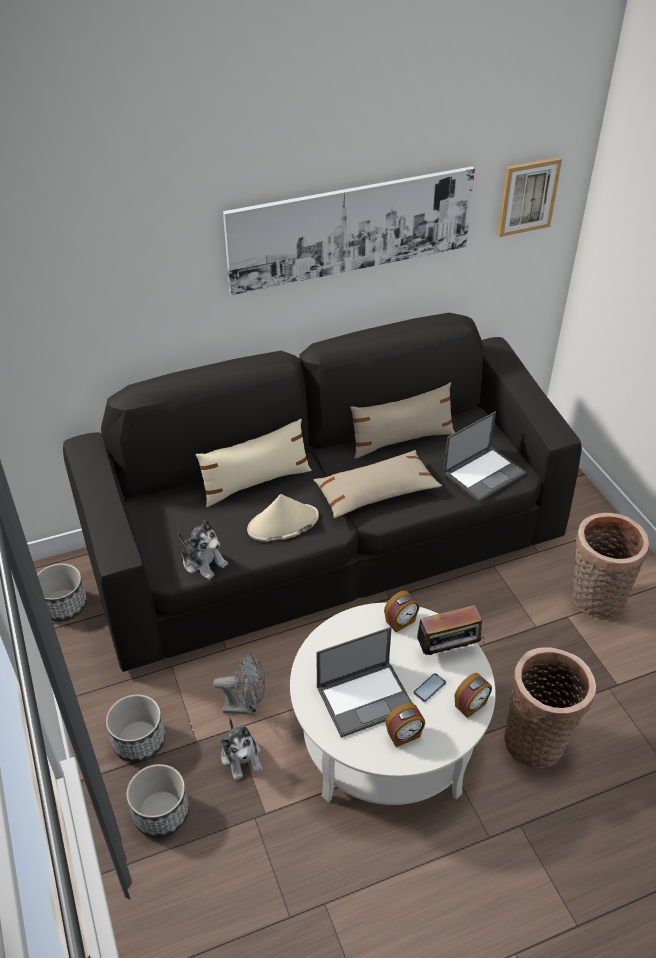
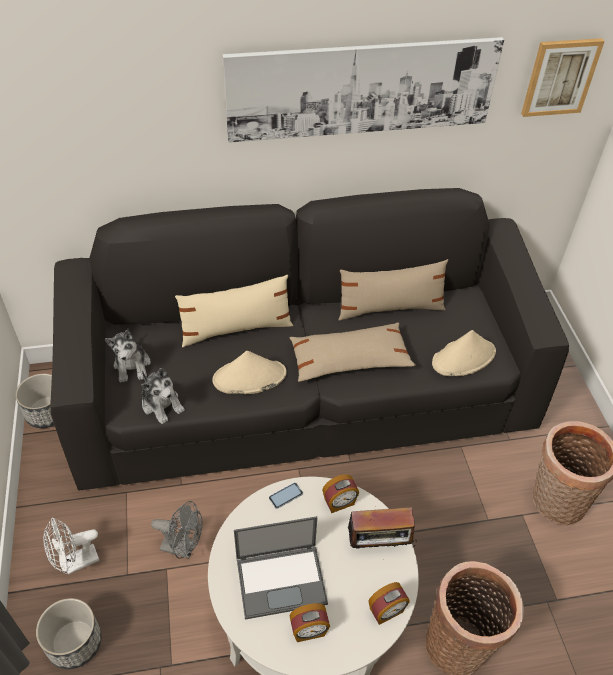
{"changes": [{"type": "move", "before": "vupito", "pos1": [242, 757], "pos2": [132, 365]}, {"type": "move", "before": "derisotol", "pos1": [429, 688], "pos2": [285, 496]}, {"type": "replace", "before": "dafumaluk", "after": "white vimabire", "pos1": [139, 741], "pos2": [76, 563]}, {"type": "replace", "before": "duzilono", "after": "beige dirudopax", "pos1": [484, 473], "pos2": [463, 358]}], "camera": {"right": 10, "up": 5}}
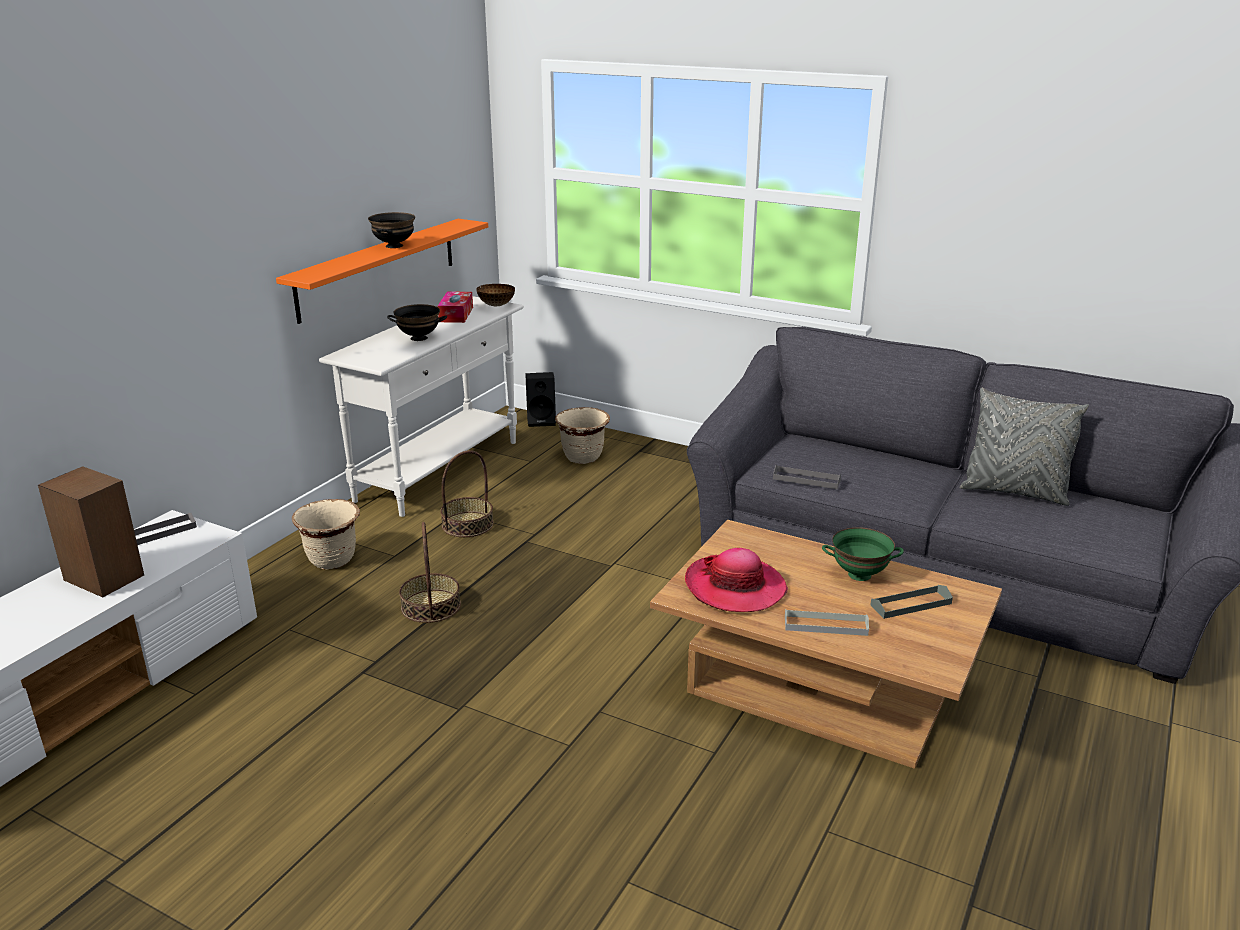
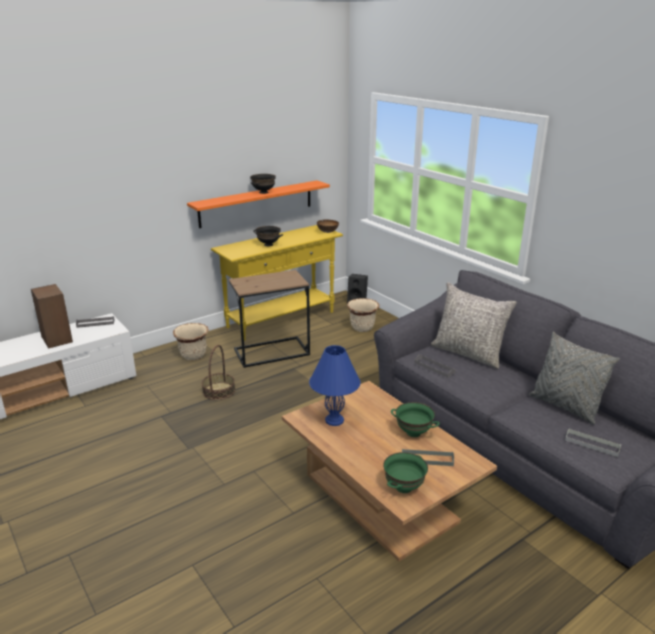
{"changes": [{"type": "delete", "before": "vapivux", "pos1": [456, 314]}, {"type": "insert", "after": "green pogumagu", "pos2": [404, 488]}, {"type": "insert", "after": "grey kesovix", "pos2": [468, 353]}, {"type": "move", "before": "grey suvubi", "pos1": [825, 625], "pos2": [592, 444]}, {"type": "replace", "before": "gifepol", "after": "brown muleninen", "pos1": [467, 524], "pos2": [271, 352]}, {"type": "replace", "before": "dirudopax", "after": "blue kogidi", "pos1": [735, 587], "pos2": [334, 420]}, {"type": "recolor", "before": "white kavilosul", "after": "yellow kavilosul", "pos1": [439, 470], "pos2": [281, 319]}], "camera": {"right": 25, "up": 0}}
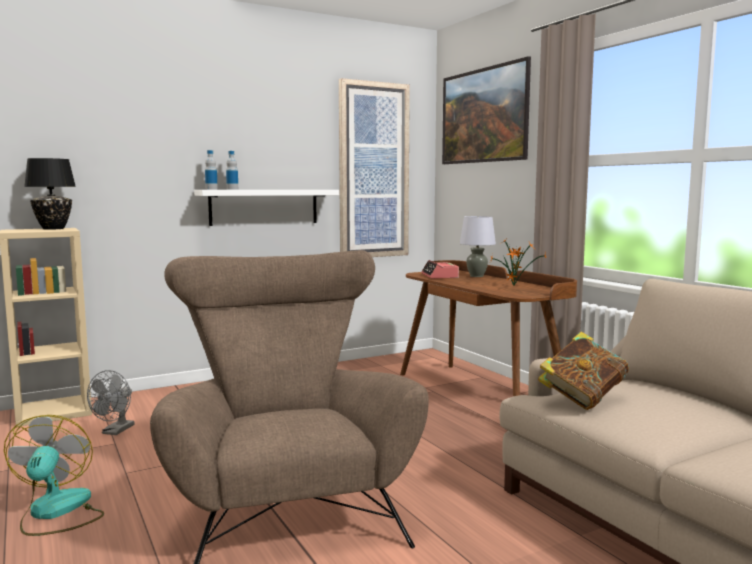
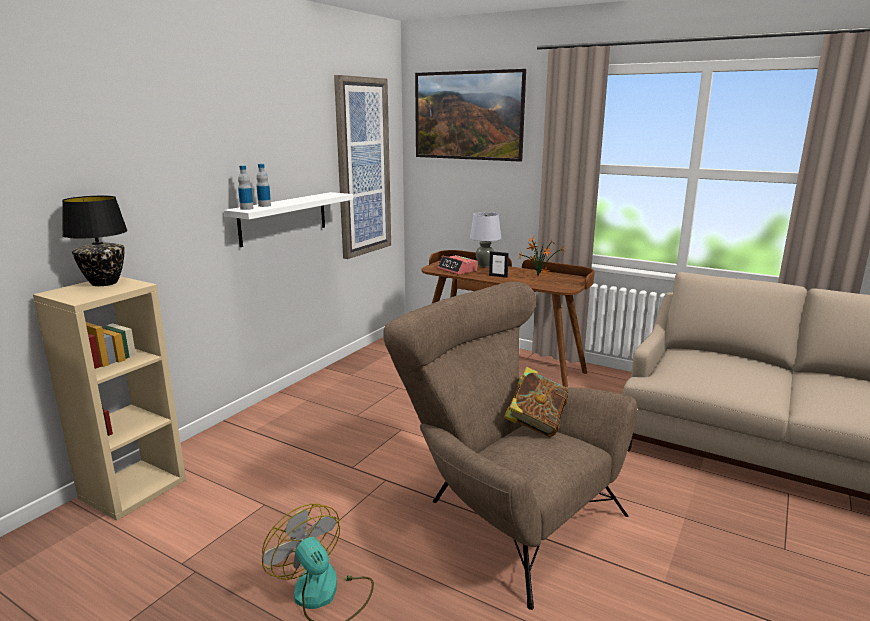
{"changes": [{"type": "delete", "before": "grey vimabire", "pos1": [115, 431]}, {"type": "insert", "after": "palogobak", "pos2": [498, 276]}, {"type": "move", "before": "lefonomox", "pos1": [582, 399], "pos2": [535, 424]}], "camera": {"right": -30, "up": 10}}
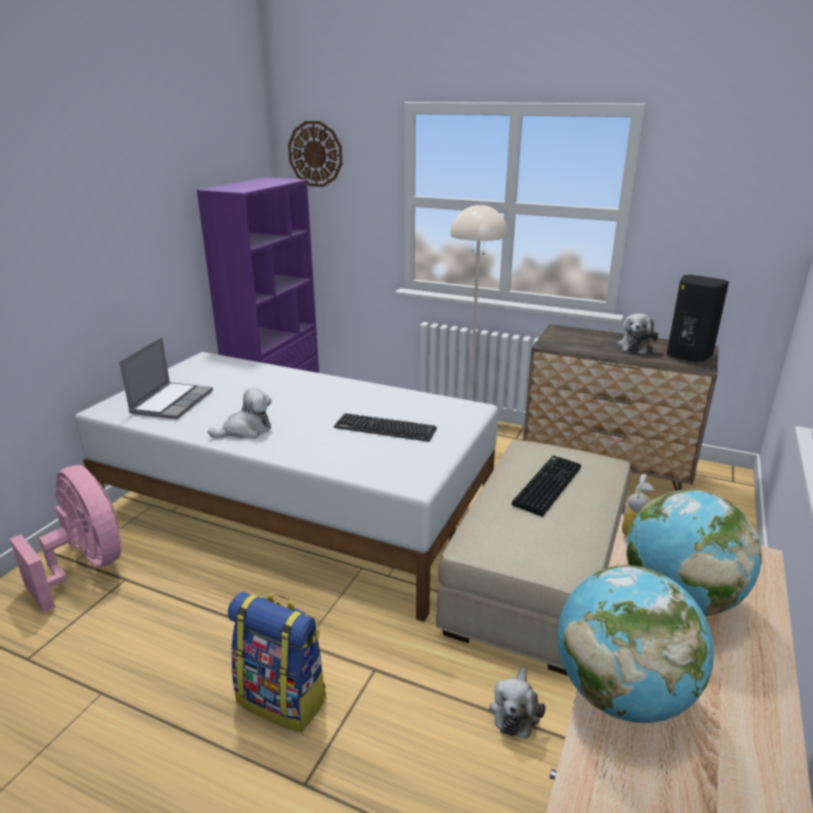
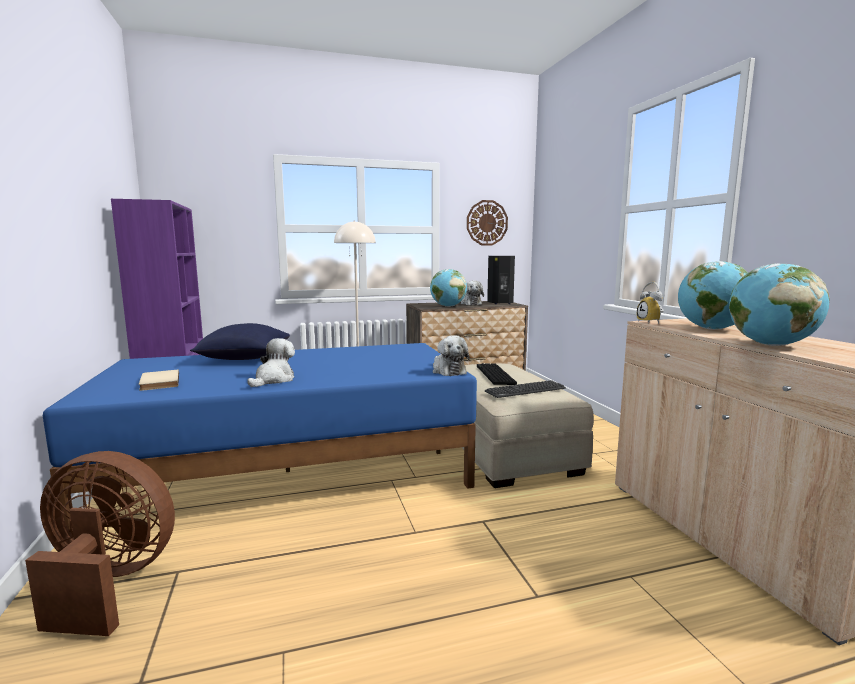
{"changes": [{"type": "delete", "before": "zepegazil", "pos1": [283, 699]}, {"type": "insert", "after": "blue kesovix", "pos2": [244, 358]}, {"type": "insert", "after": "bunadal", "pos2": [448, 306]}, {"type": "move", "before": "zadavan", "pos1": [315, 154], "pos2": [487, 223]}, {"type": "move", "before": "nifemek", "pos1": [385, 428], "pos2": [525, 390]}, {"type": "move", "before": "vupito", "pos1": [515, 711], "pos2": [448, 371]}, {"type": "replace", "before": "duzilono", "after": "beige lefonomox", "pos1": [172, 402], "pos2": [158, 382]}, {"type": "recolor", "before": "pink vimabire", "after": "brown vimabire", "pos1": [86, 566], "pos2": [108, 583]}, {"type": "recolor", "before": "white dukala", "after": "blue dukala", "pos1": [297, 510], "pos2": [289, 470]}], "camera": {"right": -40, "up": -15}}
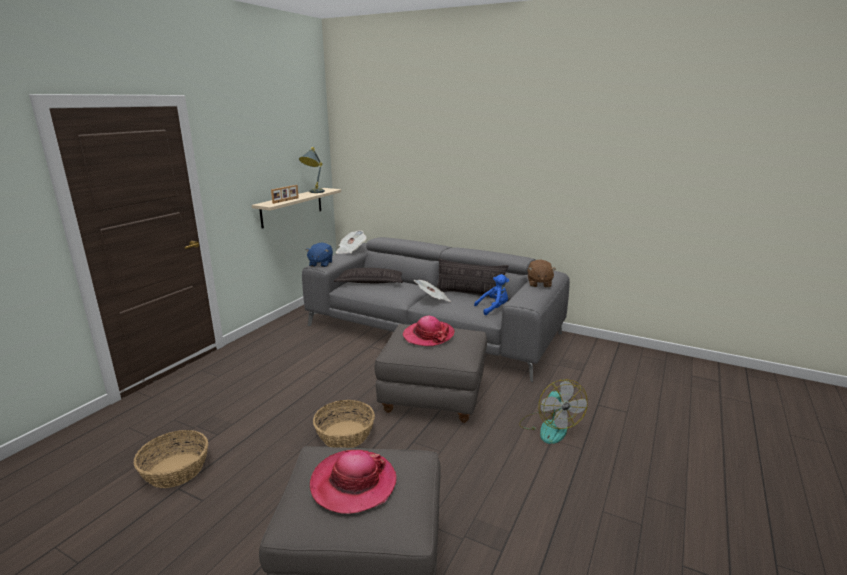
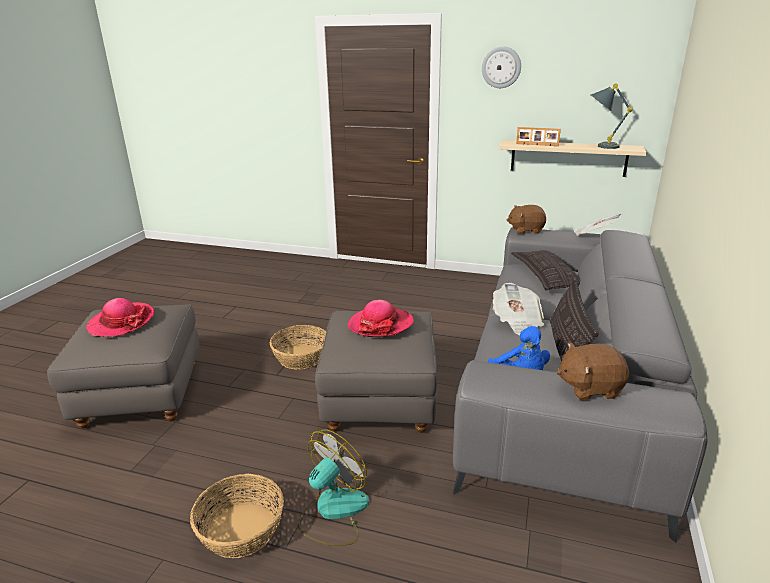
{"changes": [{"type": "insert", "after": "zadavan", "pos2": [501, 67]}, {"type": "move", "before": "gifepol", "pos1": [175, 470], "pos2": [242, 529]}, {"type": "recolor", "before": "blue vupito", "after": "brown vupito", "pos1": [320, 264], "pos2": [525, 230]}, {"type": "rotate", "before": "vimabire", "pos1": [549, 427], "pos2": [333, 511], "turn": 150}], "camera": {"right": 80, "up": 5}}
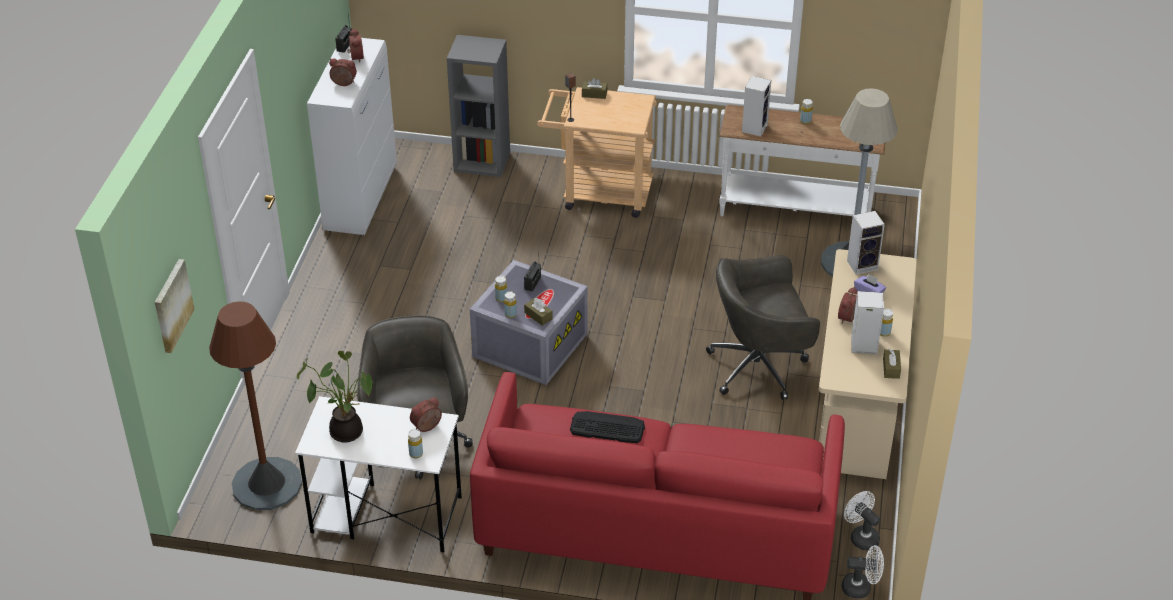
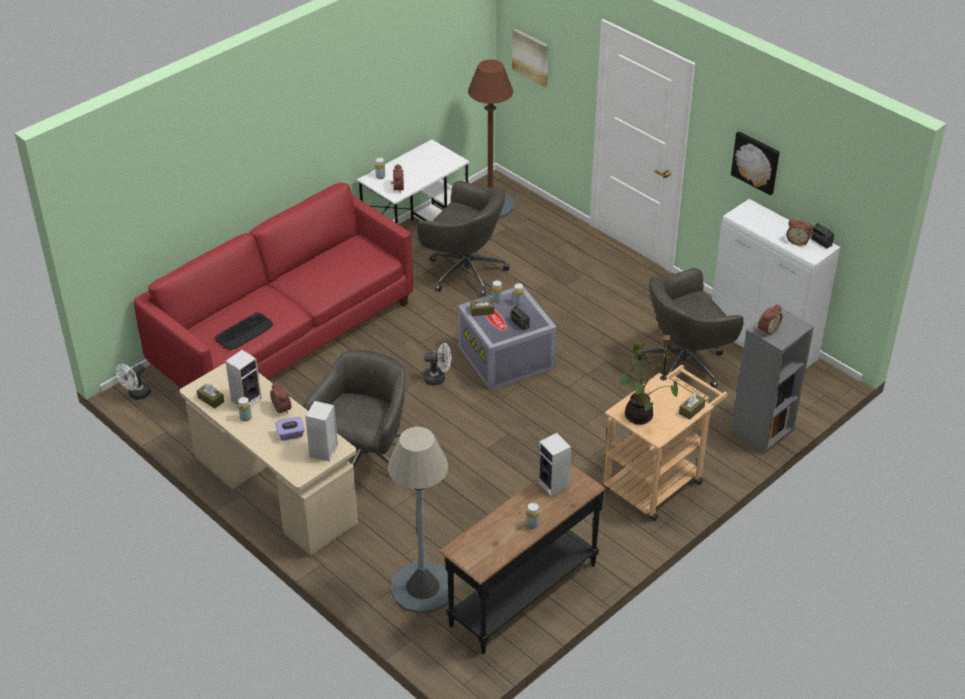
{"changes": [{"type": "insert", "after": "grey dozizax", "pos2": [685, 364]}, {"type": "insert", "after": "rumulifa", "pos2": [756, 162]}, {"type": "move", "before": "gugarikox", "pos1": [345, 430], "pos2": [641, 416]}, {"type": "move", "before": "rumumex", "pos1": [343, 83], "pos2": [767, 329]}, {"type": "move", "before": "nifemek", "pos1": [607, 427], "pos2": [244, 332]}, {"type": "move", "before": "white vimabire", "pos1": [861, 536], "pos2": [438, 378]}, {"type": "recolor", "before": "white kavilosul", "after": "black kavilosul", "pos1": [795, 212], "pos2": [522, 594]}], "camera": {"right": 125, "up": 0}}
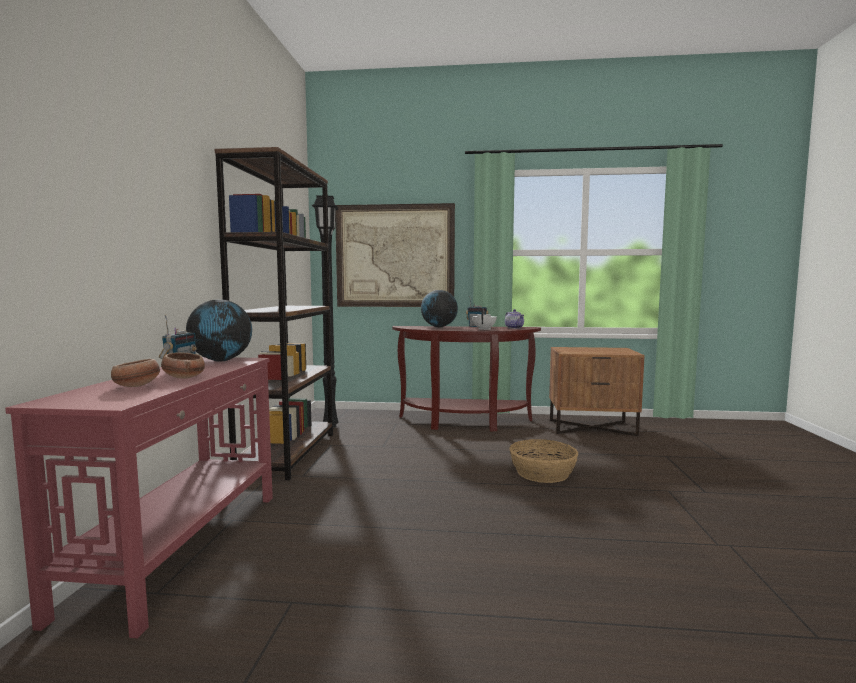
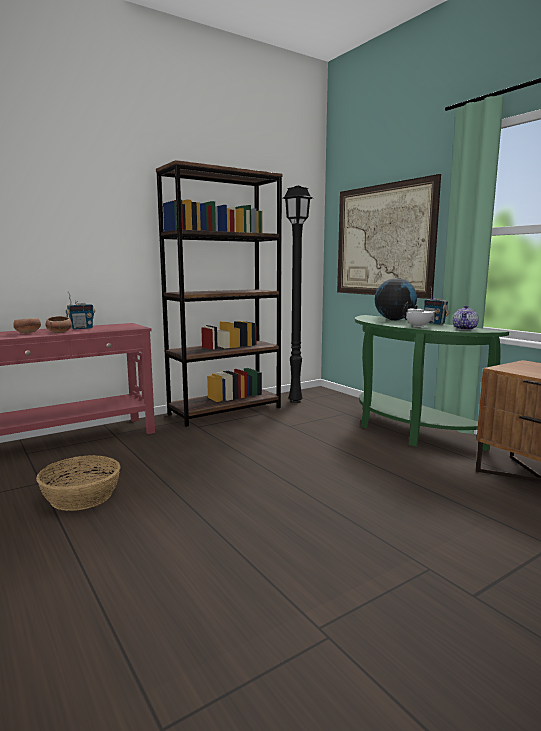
{"changes": [{"type": "delete", "before": "bunadal", "pos1": [221, 360]}, {"type": "move", "before": "gifepol", "pos1": [542, 473], "pos2": [81, 497]}, {"type": "recolor", "before": "brown kavilosul", "after": "green kavilosul", "pos1": [464, 423], "pos2": [405, 430]}], "camera": {"right": 50, "up": 5}}
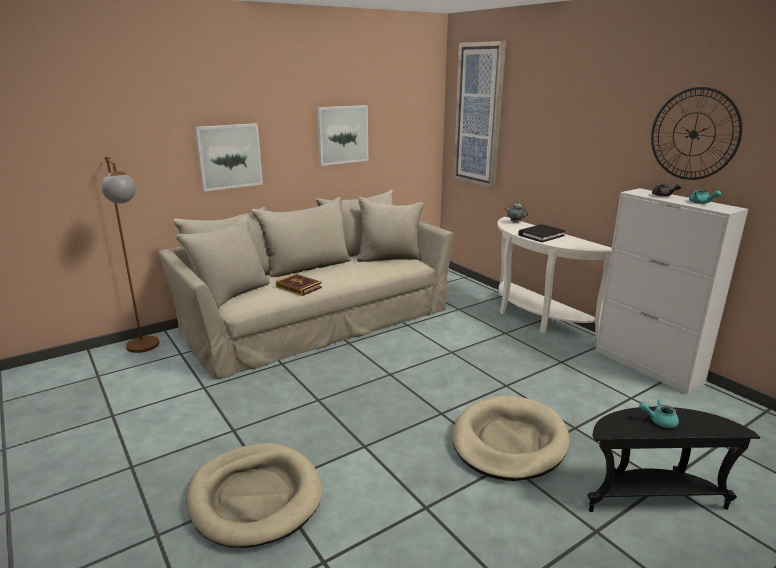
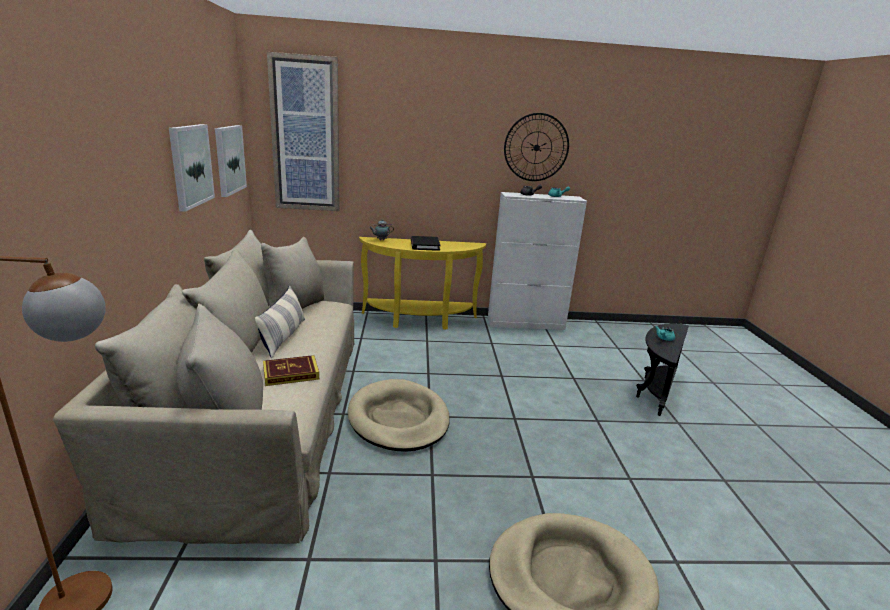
{"changes": [{"type": "insert", "after": "kesovix", "pos2": [283, 337]}, {"type": "move", "before": "rumulifa", "pos1": [229, 156], "pos2": [229, 159]}, {"type": "move", "before": "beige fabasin", "pos1": [509, 442], "pos2": [398, 419]}, {"type": "recolor", "before": "white kavilosul", "after": "yellow kavilosul", "pos1": [534, 317], "pos2": [419, 321]}], "camera": {"right": -60, "up": 0}}
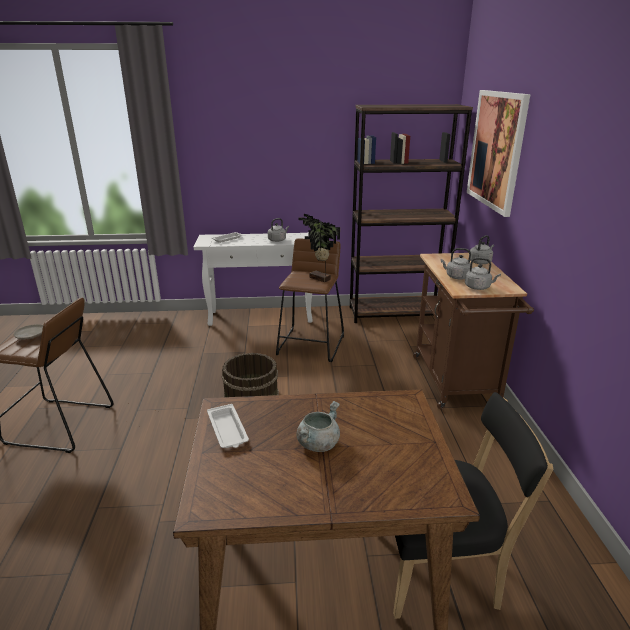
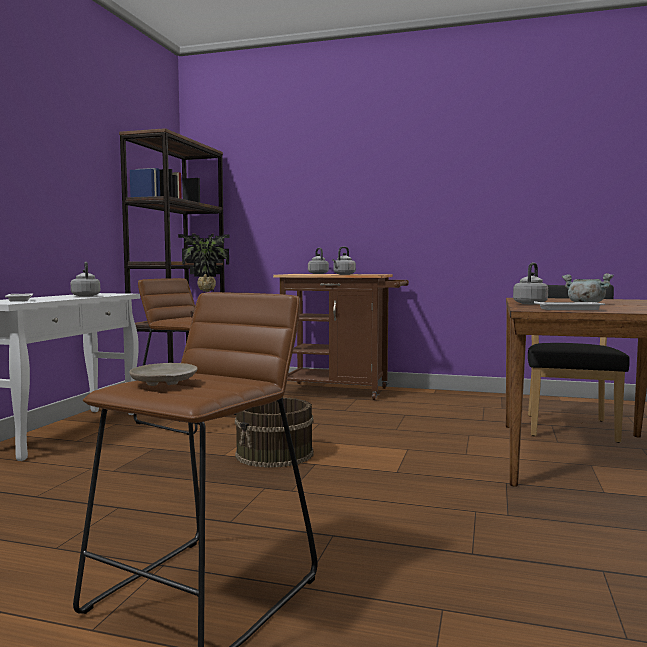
{"changes": [{"type": "delete", "before": "rumulifa", "pos1": [496, 150]}, {"type": "move", "before": "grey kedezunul", "pos1": [478, 287], "pos2": [530, 303]}], "camera": {"right": -70, "up": -20}}
